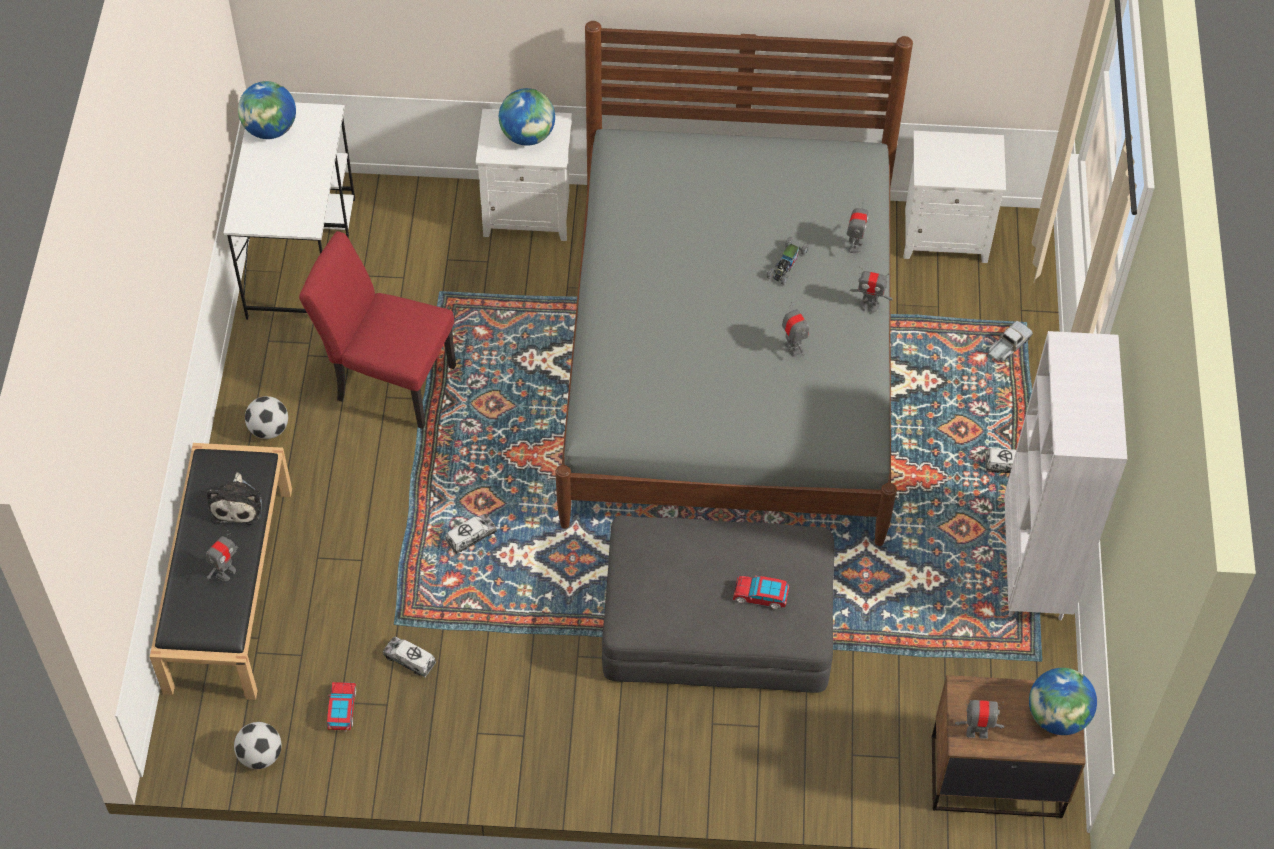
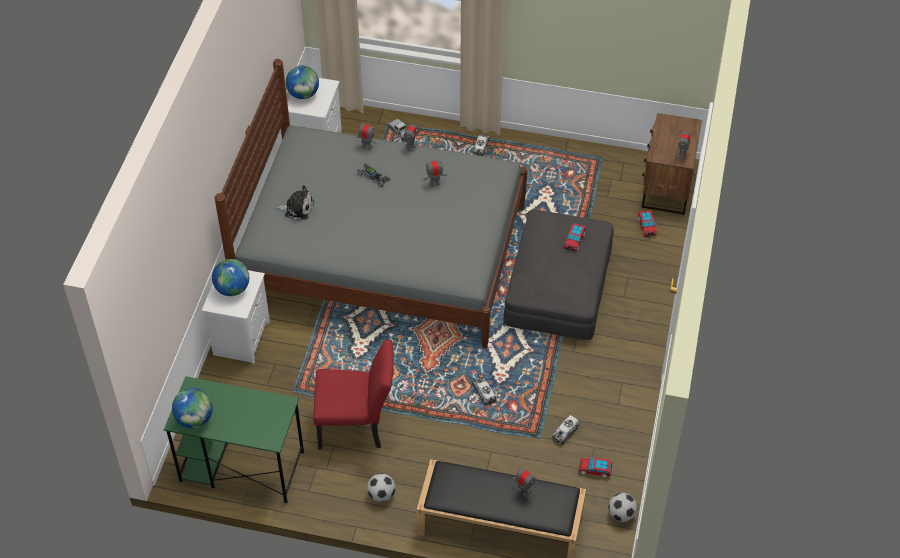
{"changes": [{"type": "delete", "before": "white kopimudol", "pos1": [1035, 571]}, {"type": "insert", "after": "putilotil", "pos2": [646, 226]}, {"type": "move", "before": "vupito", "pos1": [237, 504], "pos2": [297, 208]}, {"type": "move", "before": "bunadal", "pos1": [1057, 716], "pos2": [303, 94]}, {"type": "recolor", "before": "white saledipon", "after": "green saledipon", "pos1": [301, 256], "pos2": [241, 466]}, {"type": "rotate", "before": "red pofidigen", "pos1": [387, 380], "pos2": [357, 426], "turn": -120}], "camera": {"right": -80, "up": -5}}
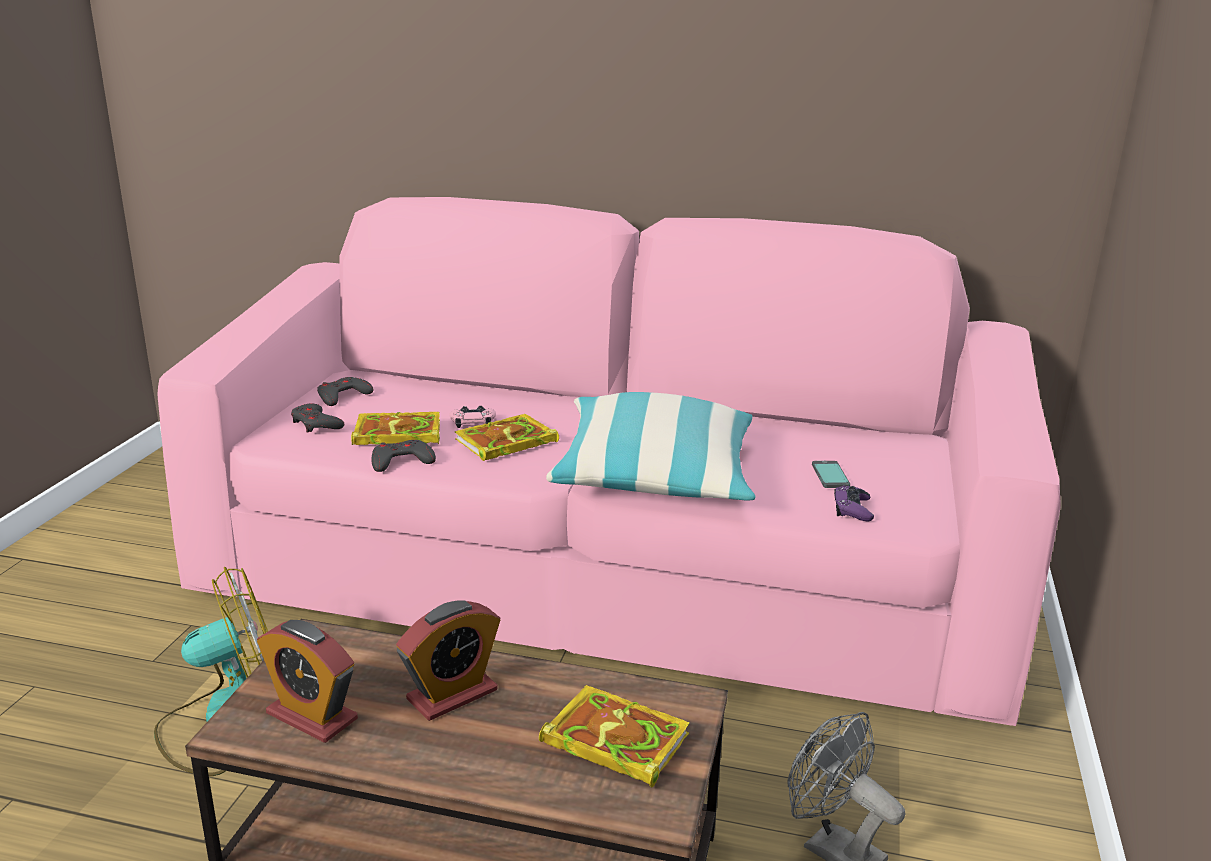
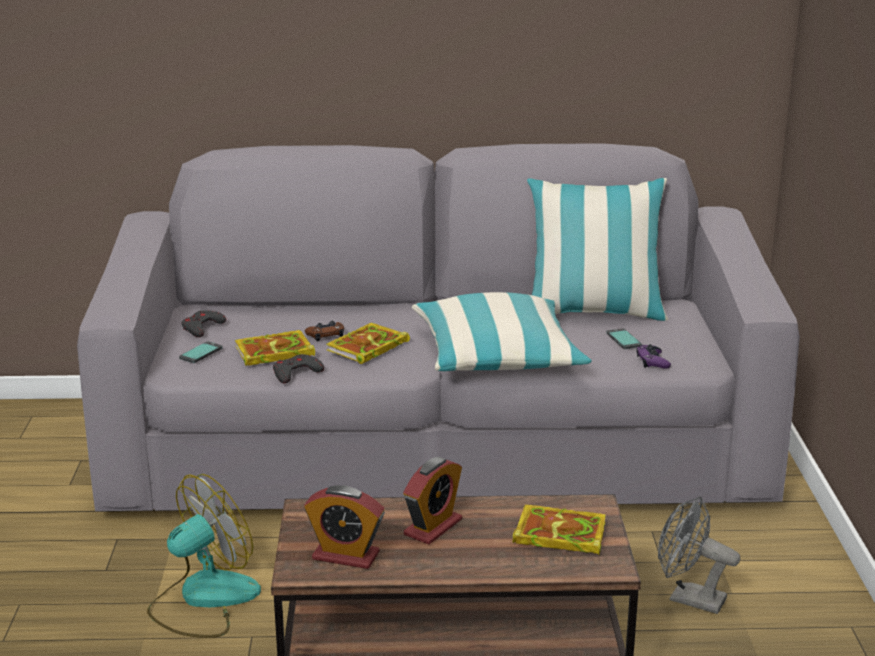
{"changes": [{"type": "insert", "after": "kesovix", "pos2": [594, 311]}, {"type": "replace", "before": "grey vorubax", "after": "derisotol", "pos1": [316, 424], "pos2": [200, 353]}, {"type": "recolor", "before": "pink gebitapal", "after": "grey gebitapal", "pos1": [602, 581], "pos2": [437, 453]}, {"type": "recolor", "before": "pink vorubax", "after": "brown vorubax", "pos1": [473, 422], "pos2": [326, 335]}], "camera": {"right": -15, "up": 0}}
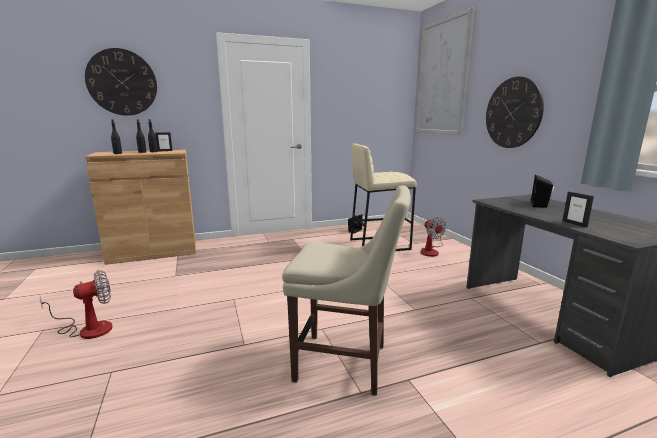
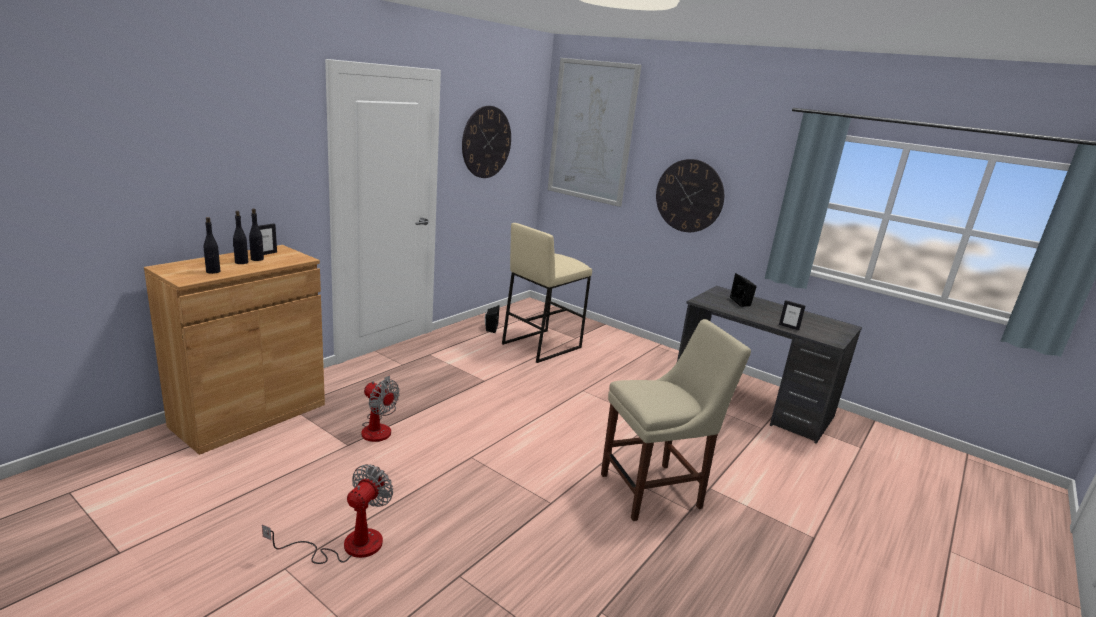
{"changes": [{"type": "move", "before": "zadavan", "pos1": [122, 82], "pos2": [486, 142]}, {"type": "move", "before": "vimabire", "pos1": [431, 251], "pos2": [378, 427]}], "camera": {"right": -35, "up": 5}}
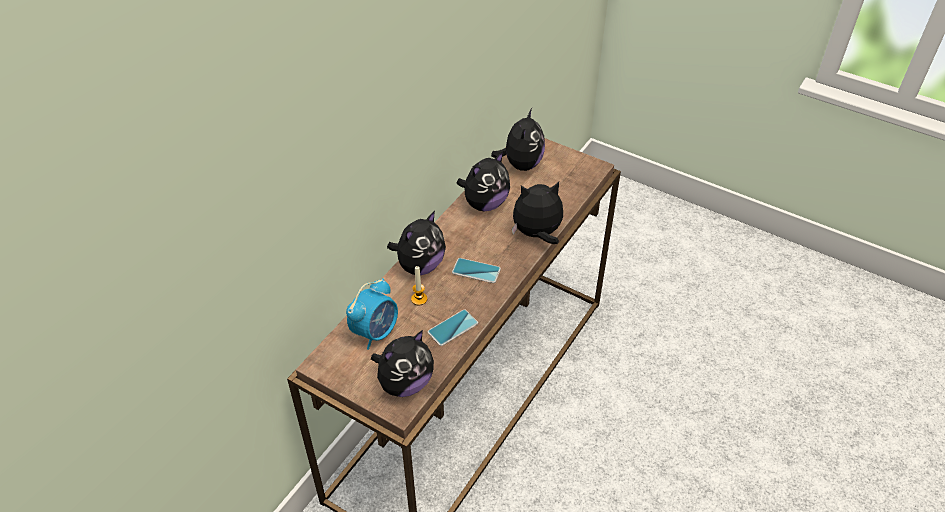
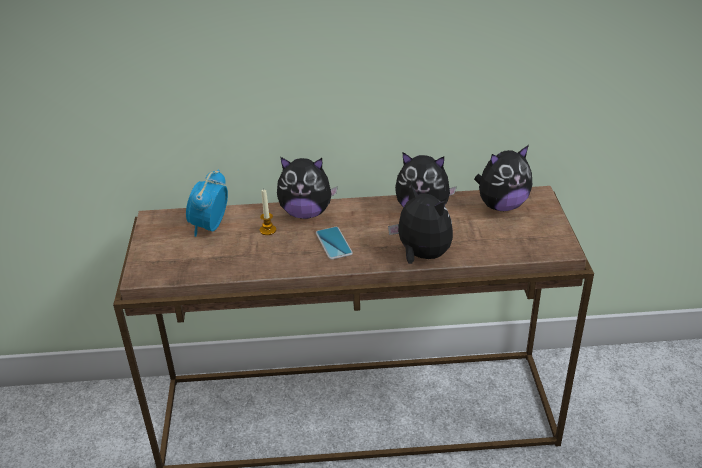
{"changes": [{"type": "delete", "before": "vupito", "pos1": [405, 383]}, {"type": "delete", "before": "derisotol", "pos1": [453, 328]}, {"type": "rotate", "before": "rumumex", "pos1": [375, 332], "pos2": [210, 227], "turn": 105}], "camera": {"right": 55, "up": -10}}
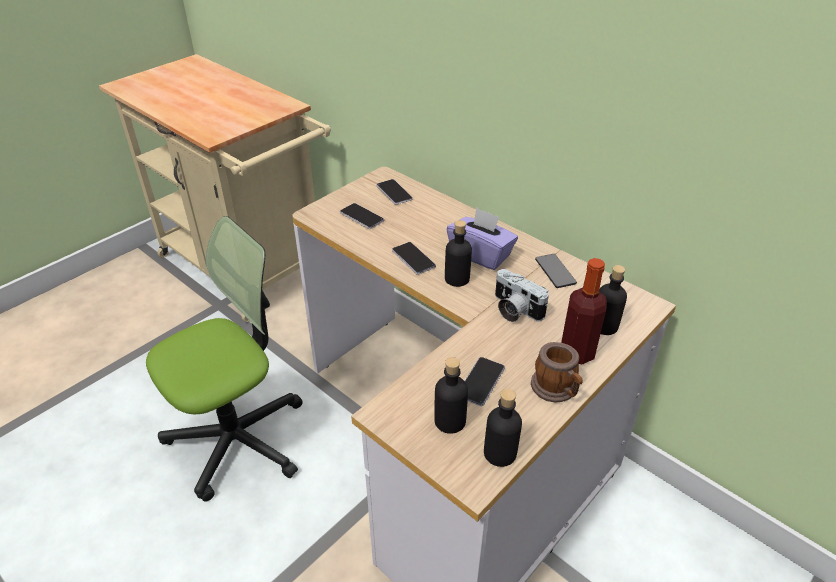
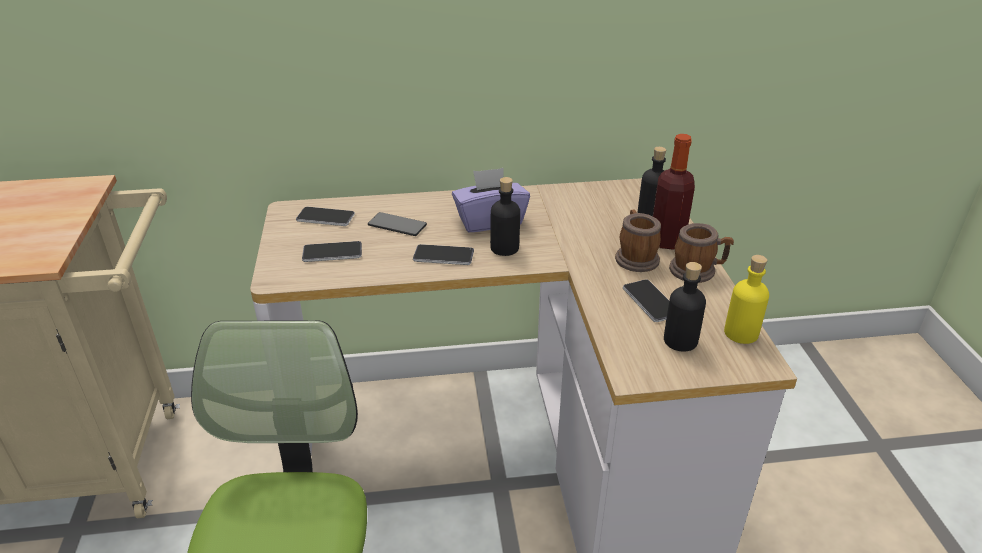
{"changes": [{"type": "delete", "before": "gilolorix", "pos1": [514, 310]}, {"type": "insert", "after": "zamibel", "pos2": [635, 257]}, {"type": "move", "before": "derisotol", "pos1": [555, 271], "pos2": [397, 225]}, {"type": "recolor", "before": "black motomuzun", "after": "yellow motomuzun", "pos1": [500, 453], "pos2": [741, 333]}], "camera": {"right": -50, "up": -5}}
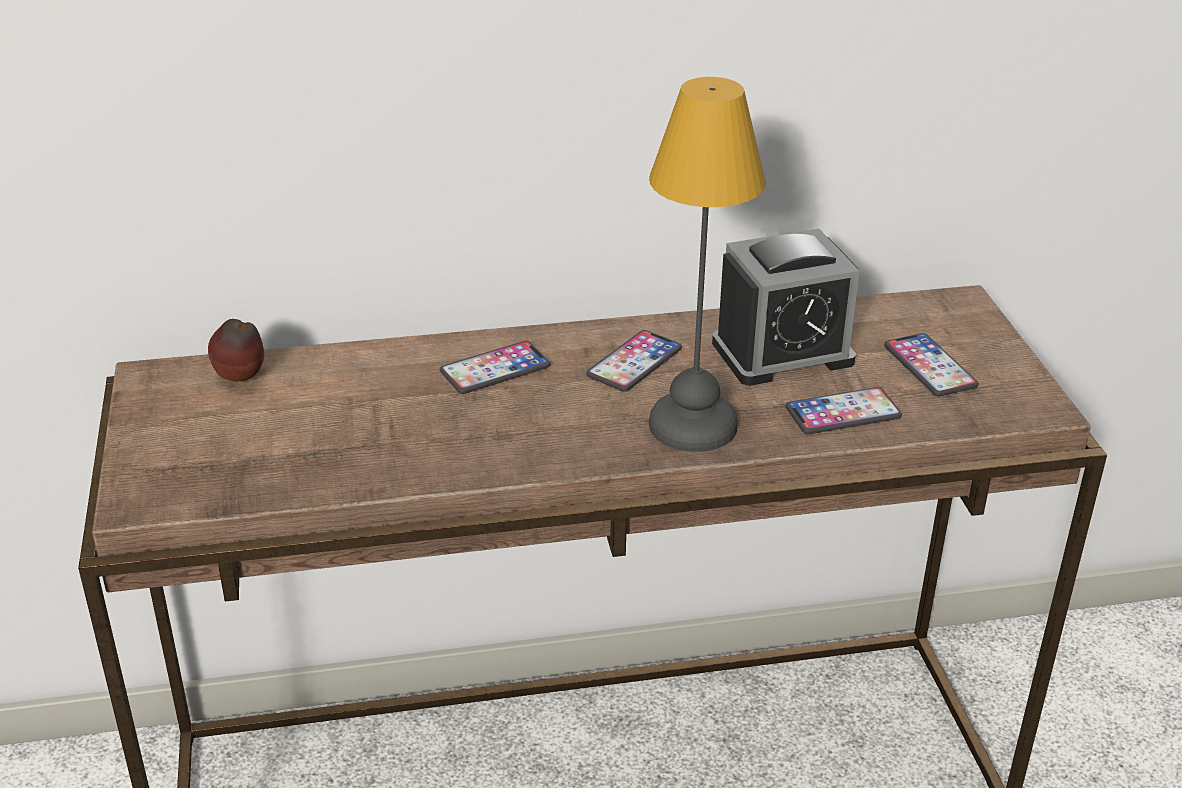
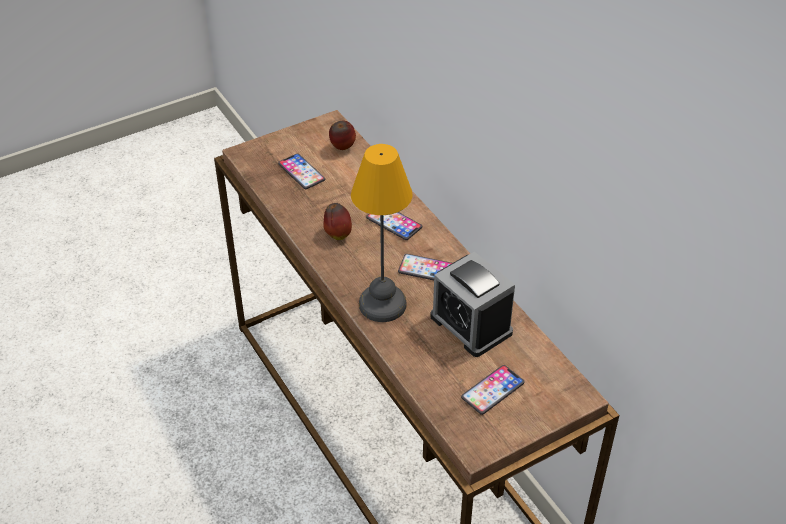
{"changes": [{"type": "insert", "after": "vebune", "pos2": [337, 234]}, {"type": "move", "before": "derisotol", "pos1": [843, 413], "pos2": [301, 172]}], "camera": {"right": 70, "up": 10}}
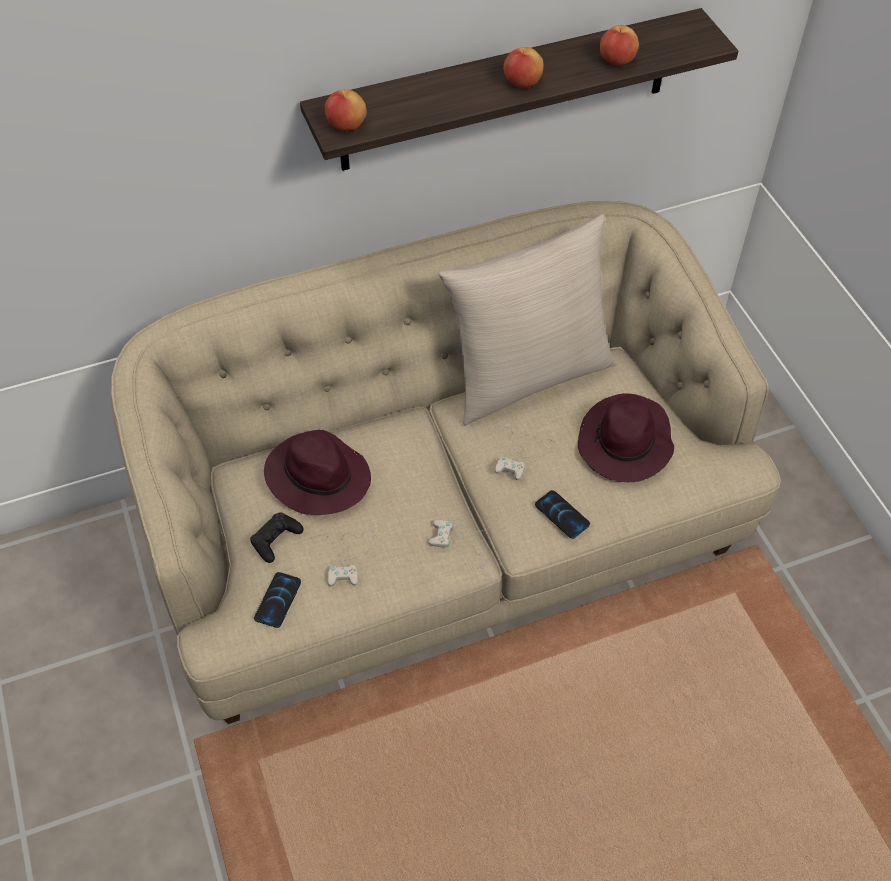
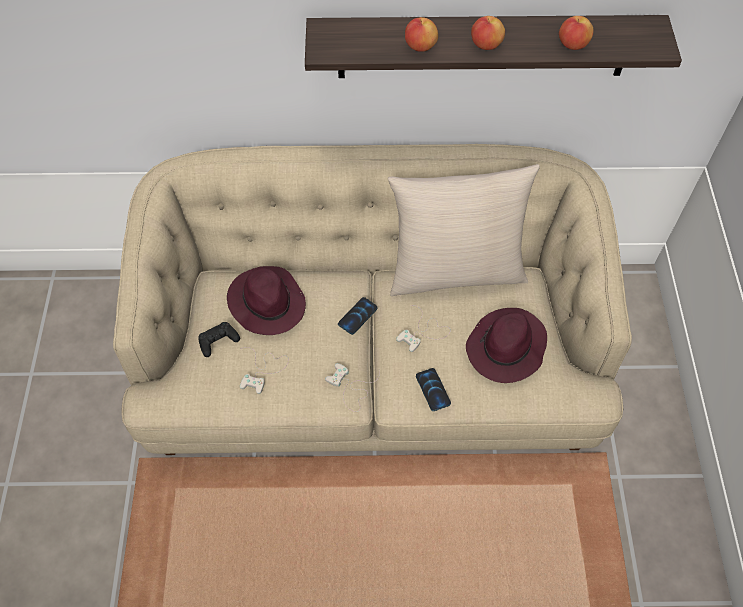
{"changes": [{"type": "move", "before": "derisotol", "pos1": [278, 600], "pos2": [358, 316]}, {"type": "move", "before": "vebune", "pos1": [346, 126], "pos2": [420, 46]}], "camera": {"right": 20, "up": 5}}
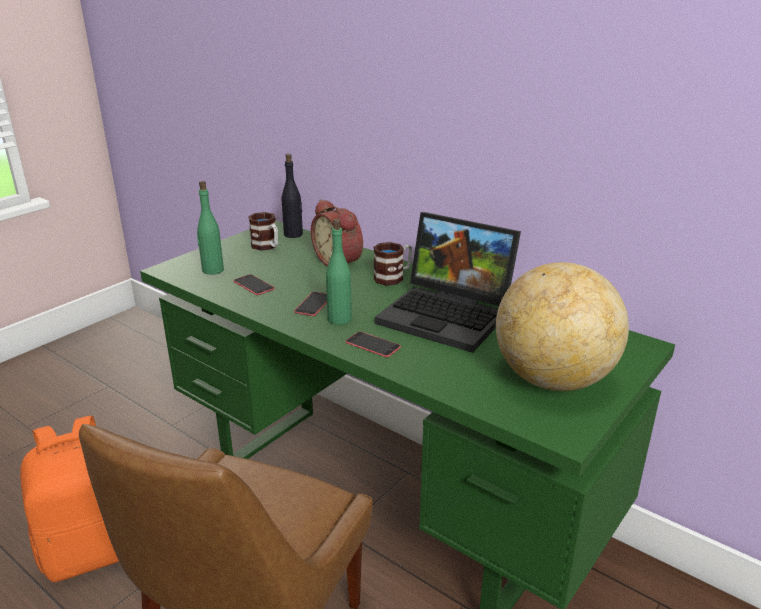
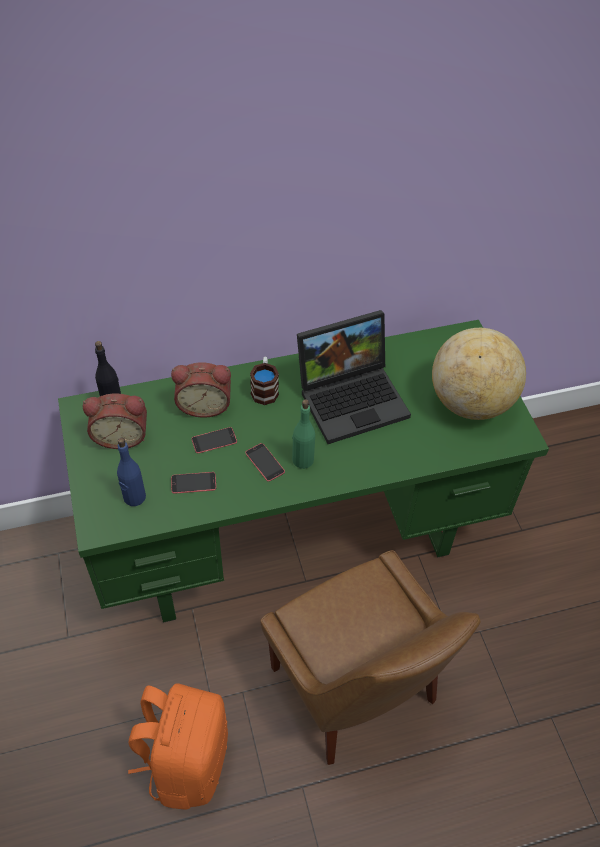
{"changes": [{"type": "move", "before": "derisotol", "pos1": [372, 345], "pos2": [214, 440]}, {"type": "replace", "before": "zamibel", "after": "rumumex", "pos1": [267, 247], "pos2": [121, 435]}, {"type": "recolor", "before": "green motomuzun", "after": "blue motomuzun", "pos1": [212, 270], "pos2": [134, 497]}], "camera": {"right": -55, "up": 25}}
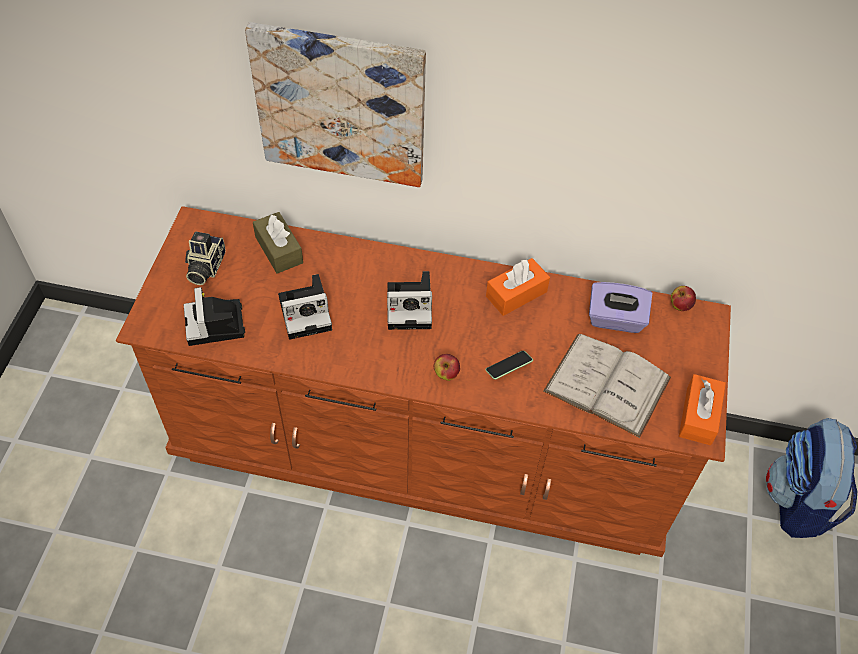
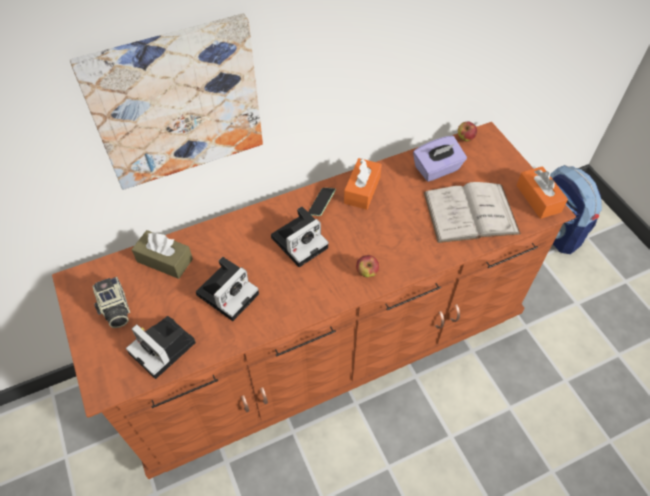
{"changes": [{"type": "move", "before": "derisotol", "pos1": [508, 368], "pos2": [321, 205]}], "camera": {"right": -35, "up": 0}}
